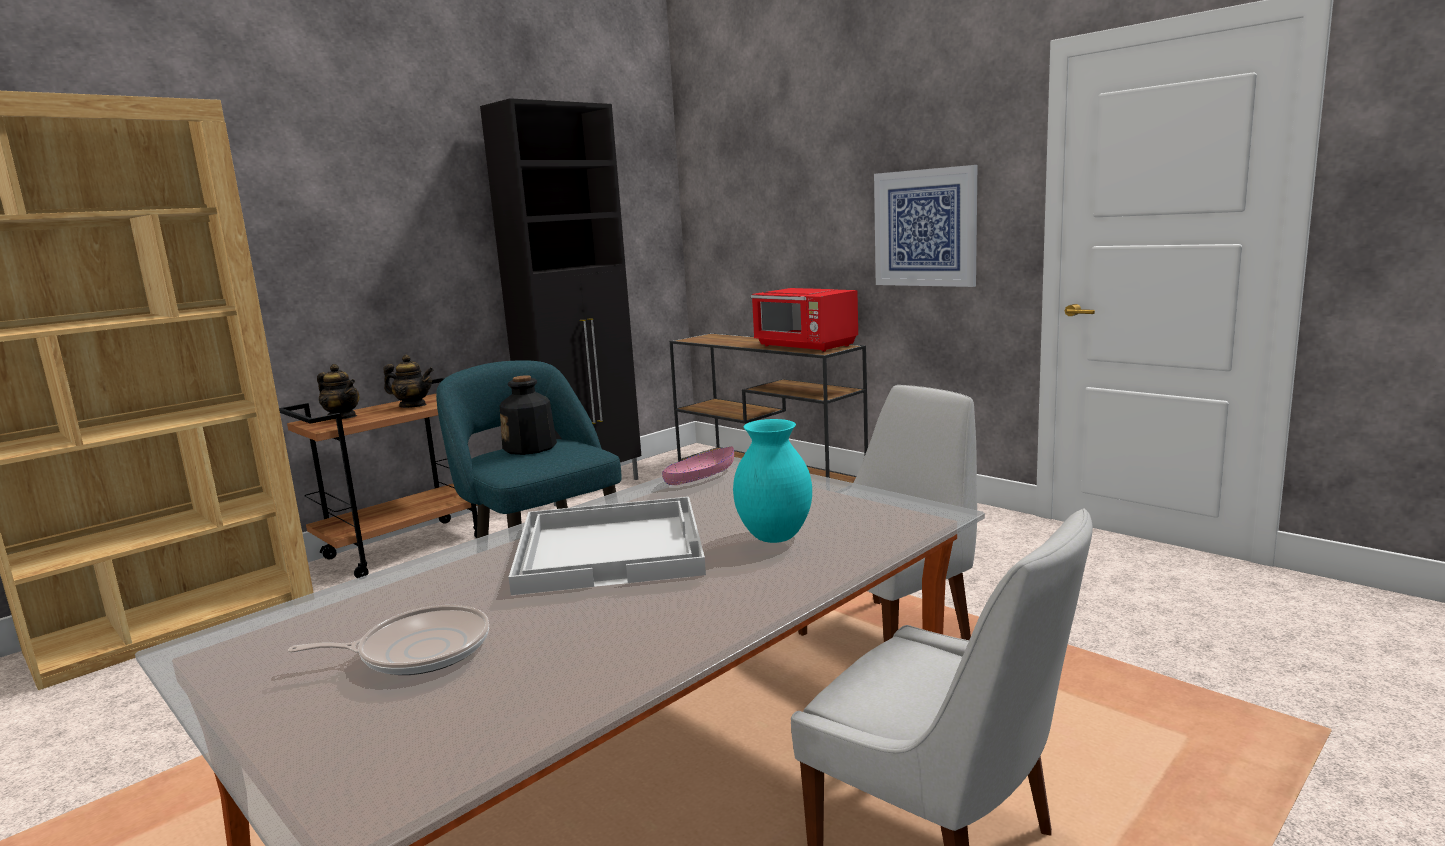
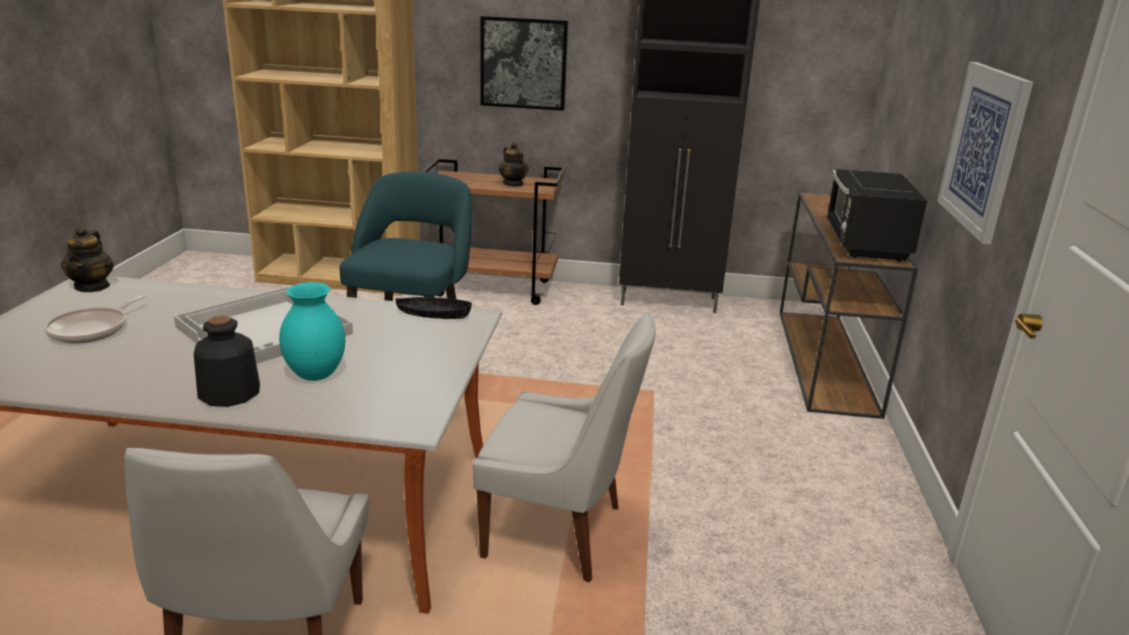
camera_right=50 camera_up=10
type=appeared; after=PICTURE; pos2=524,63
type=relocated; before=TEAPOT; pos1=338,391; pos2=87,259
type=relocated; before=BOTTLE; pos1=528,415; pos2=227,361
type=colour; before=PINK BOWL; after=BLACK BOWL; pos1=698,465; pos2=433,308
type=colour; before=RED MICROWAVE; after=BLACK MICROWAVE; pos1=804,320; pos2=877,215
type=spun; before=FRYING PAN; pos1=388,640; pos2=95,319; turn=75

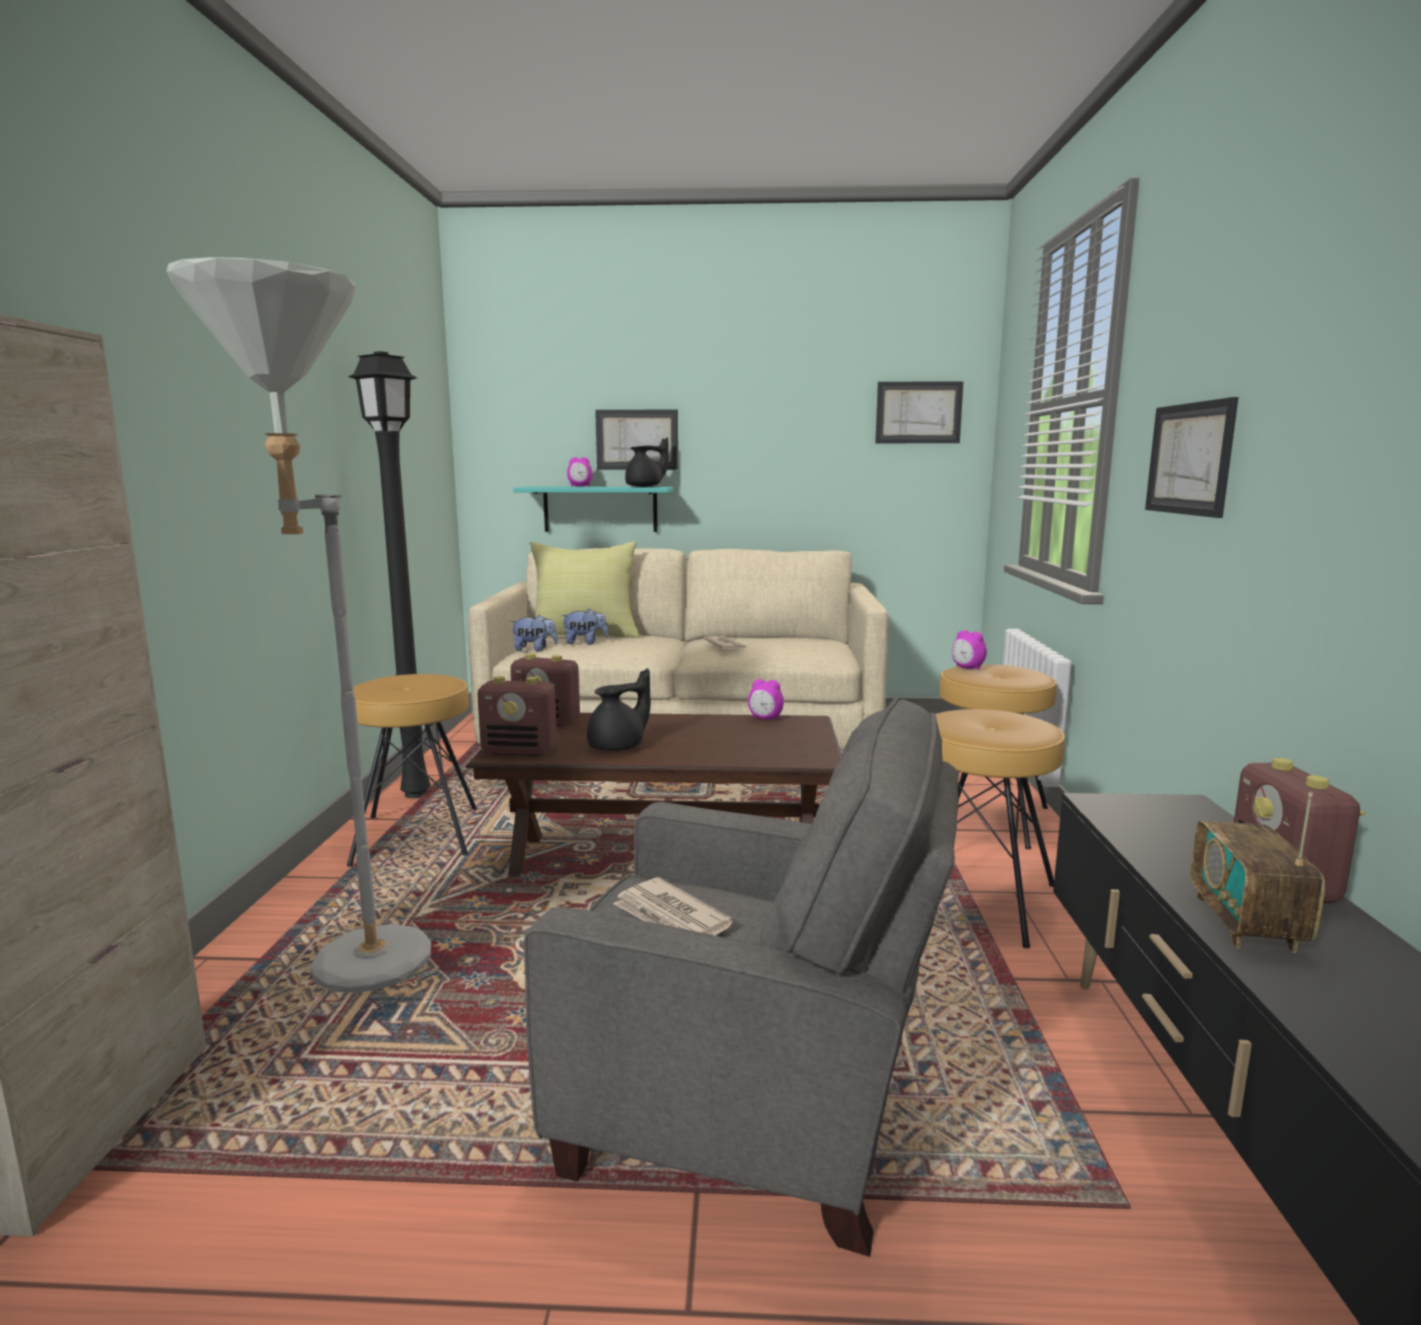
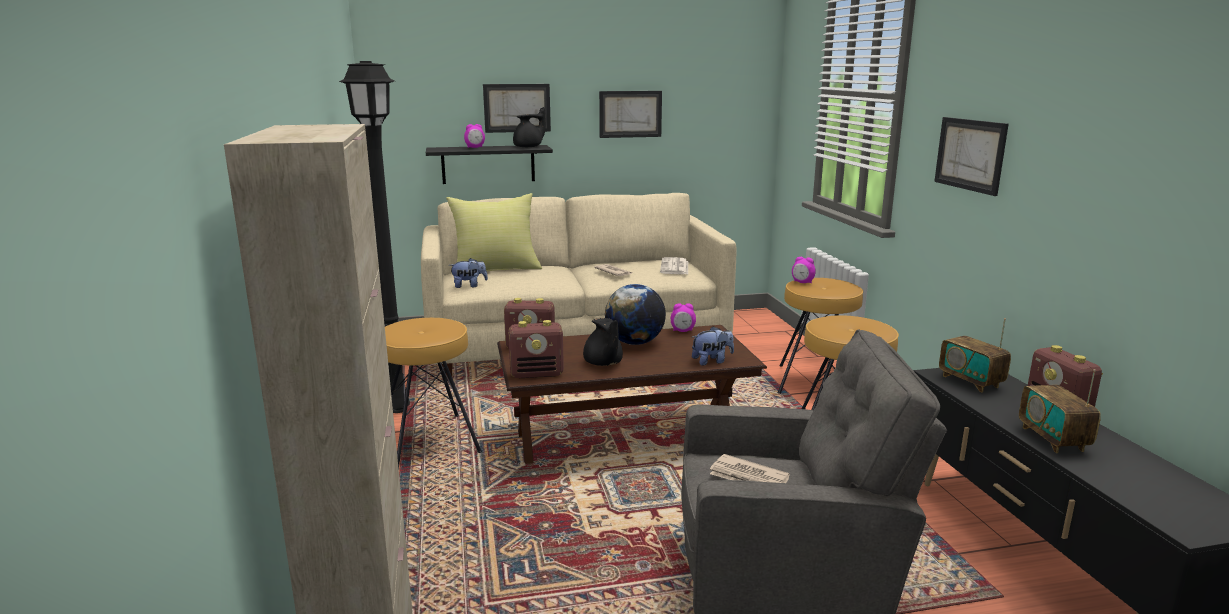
camera_right=-15 camera_up=5
type=missing; before=GREY FLOOR LAMP; pos1=298,625
type=appeared; after=GLOBE; pos2=635,314
type=appeared; after=NEWSPAPER; pos2=674,265
type=appeared; after=RADIO; pos2=975,355
type=relocated; before=PLUSH TOY; pos1=584,627; pos2=713,346
type=relocated; before=PICTURE; pos1=919,412; pos2=630,114
type=colour; before=TURQUOISE SHELF; after=BLACK SHELF; pos1=593,509; pos2=489,164
type=spun; before=BLACK TEAPOT; pos1=619,709; pos2=603,342; turn=120

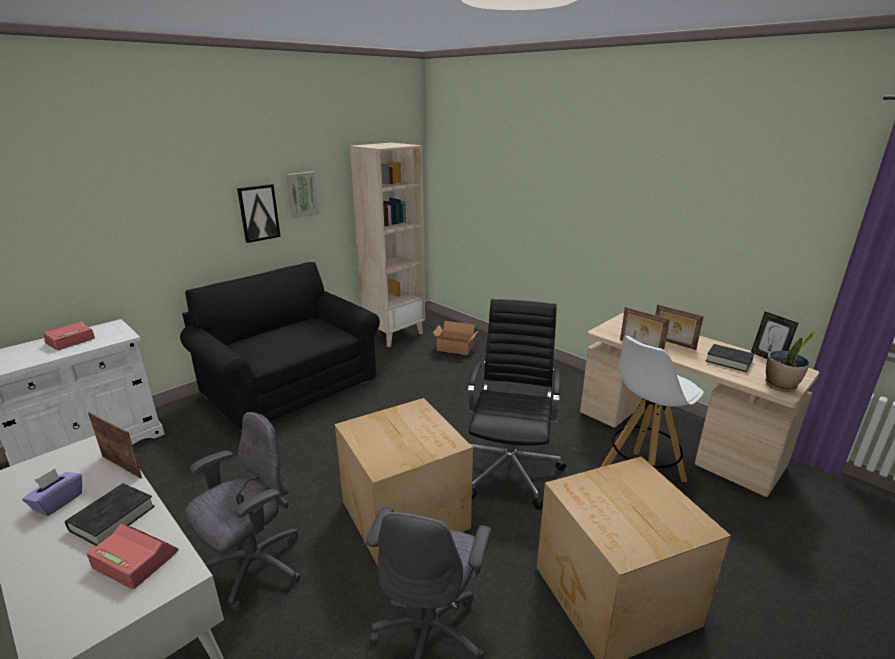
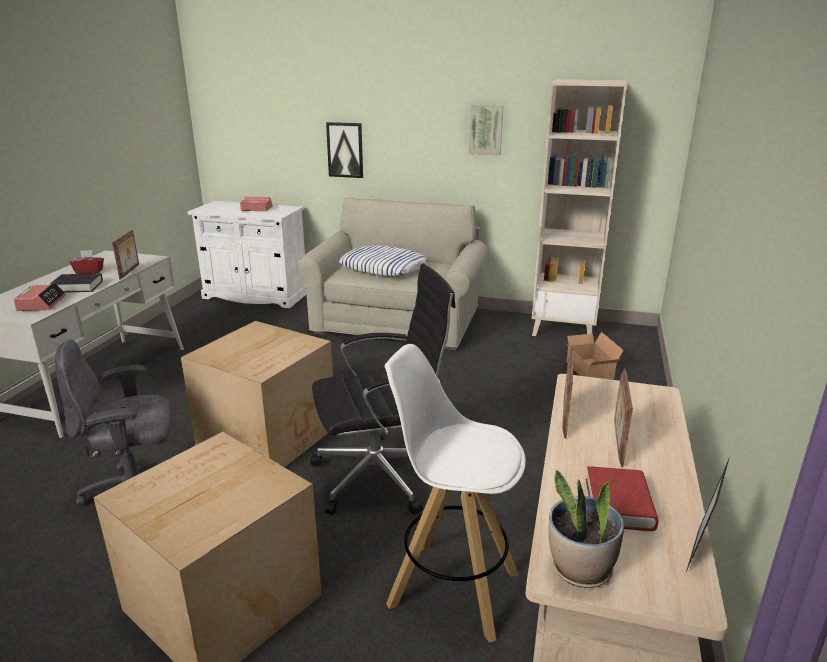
camera_right=60 camera_up=0
type=missing; before=GREY OFFICE CHAIR; pos1=243,512
type=appeared; after=PILLOW; pos2=383,261
type=relocated; before=PICTURE; pos1=259,213; pos2=344,150
type=colour; before=PURPLE TISSUE BOX; after=RED TISSUE BOX; pos1=52,492; pos2=86,262
type=colour; before=BLACK SOFA; after=BEIGE SOFA; pos1=280,347; pos2=391,274
type=colour; before=BLACK BOOK; after=RED BOOK; pos1=730,358; pos2=622,498

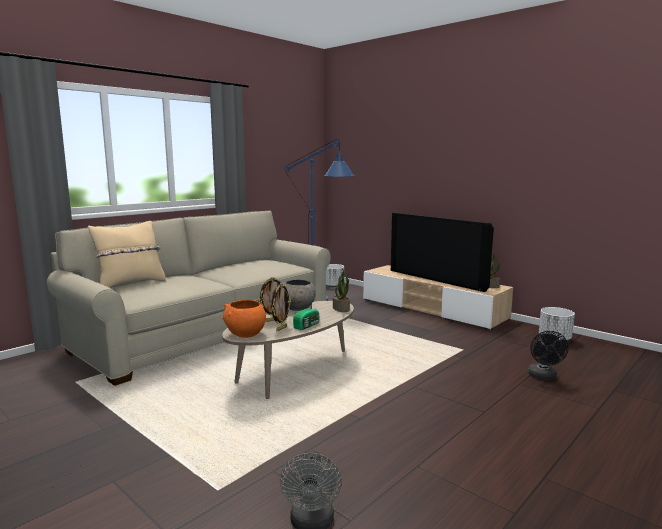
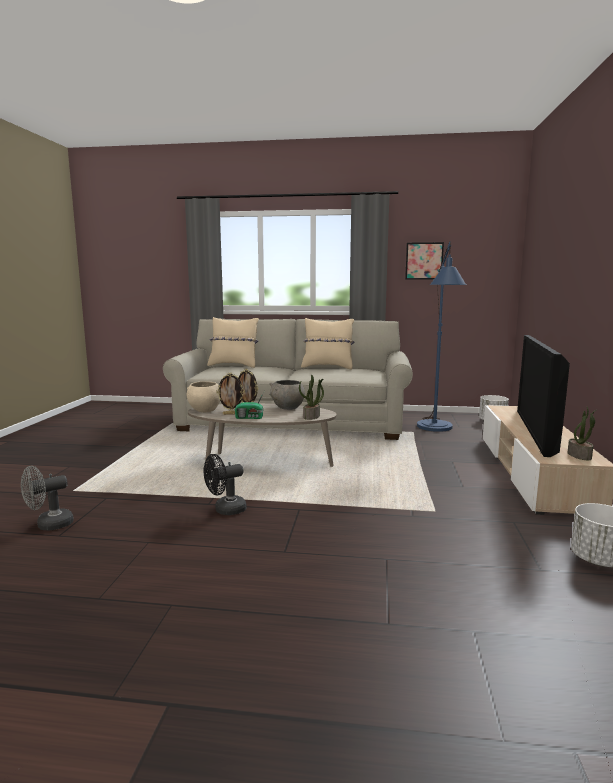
camera_right=55 camera_up=0
type=appeared; after=BEIGE PILLOW; pos2=327,344
type=appeared; after=PICTURE; pos2=424,260
type=relocated; before=BLACK FAN; pos1=548,355; pos2=225,484
type=colour; before=ORANGE BOWL; after=BEIGE BOWL; pos1=244,319; pos2=203,396

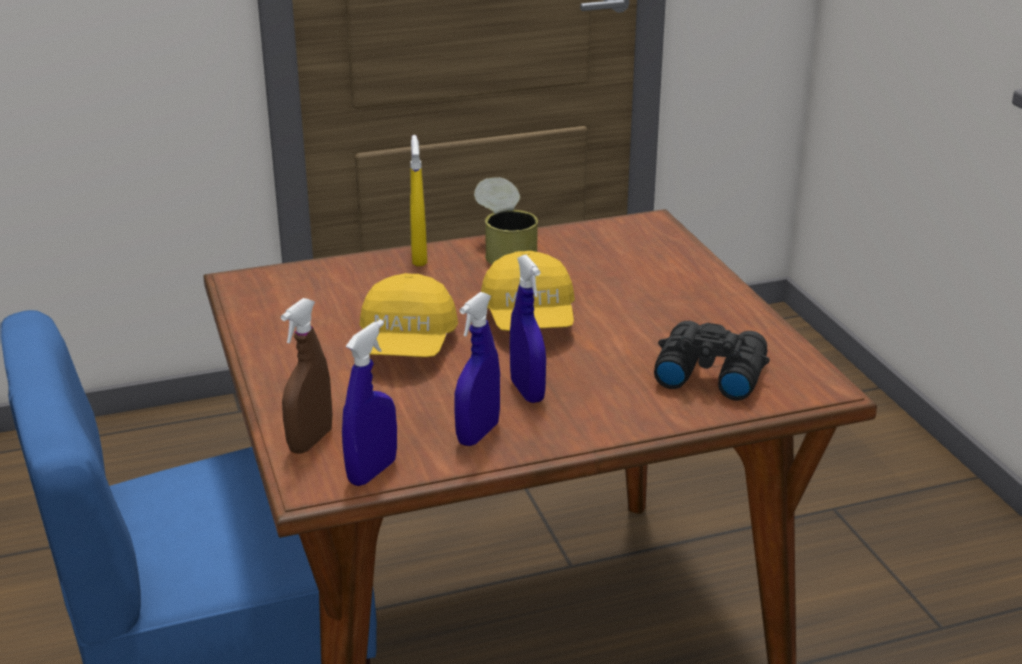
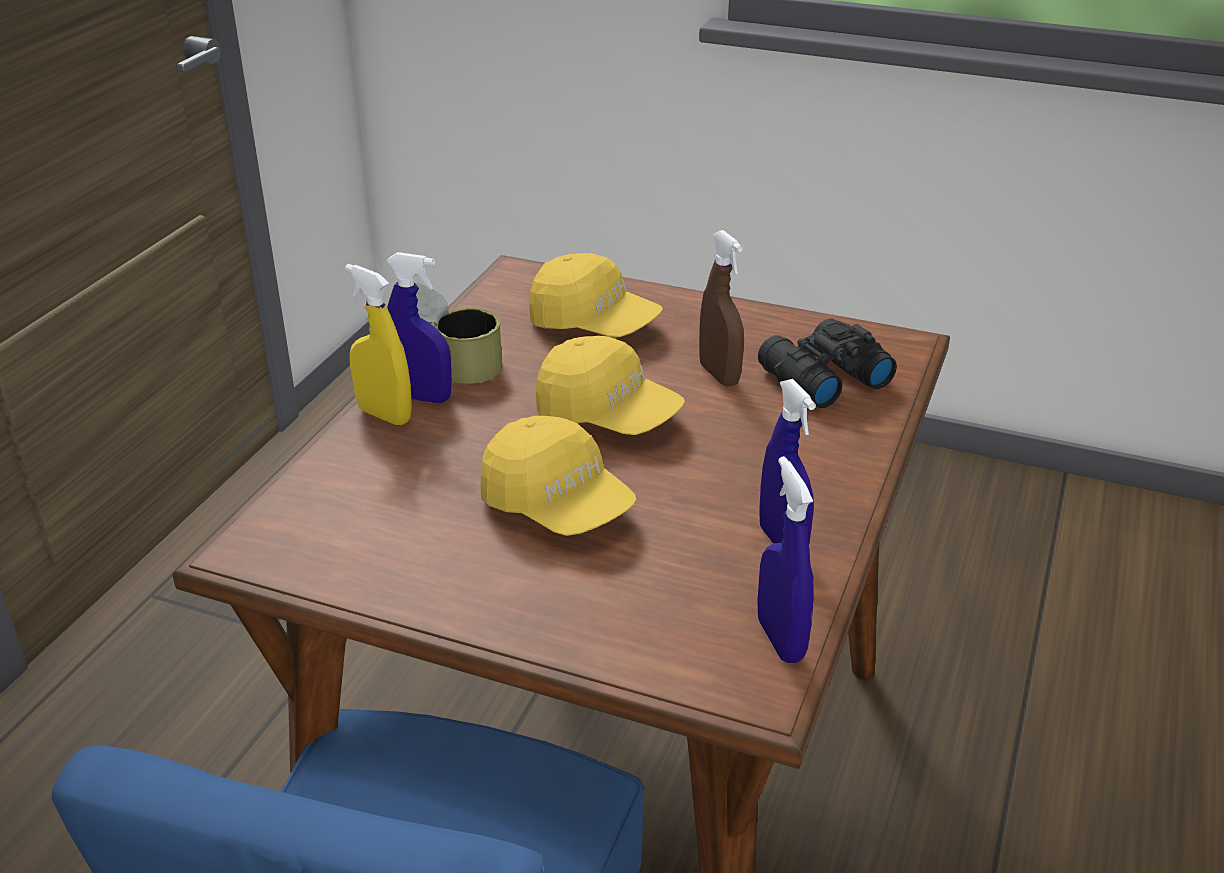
camera_right=-50 camera_up=5
type=appeared; after=YELLOW CAP; pos2=596,295
type=relocated; before=BROWN SPRAY BOTTLE; pos1=306,376; pos2=721,308
type=relocated; before=BLUE SPRAY BOTTLE; pos1=528,329; pos2=419,327

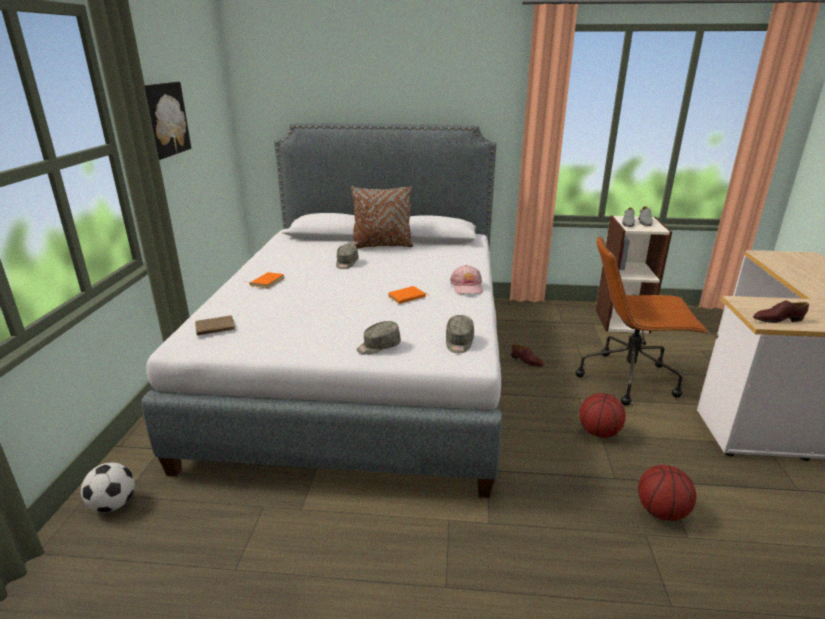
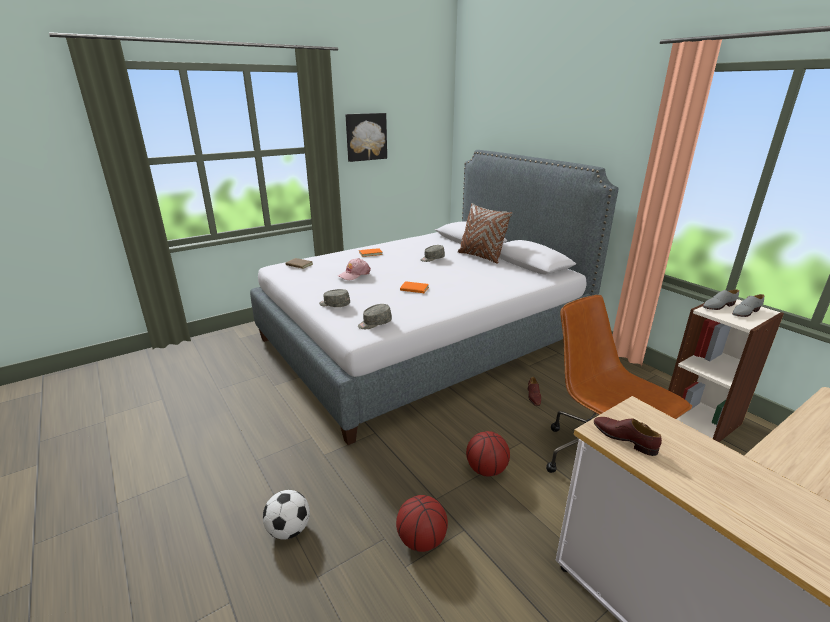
camera_right=50 camera_up=0
type=relocated; before=FOOTBALL; pos1=108,487; pos2=286,515
type=relocated; before=PINK CAP; pos1=466,279; pos2=354,269

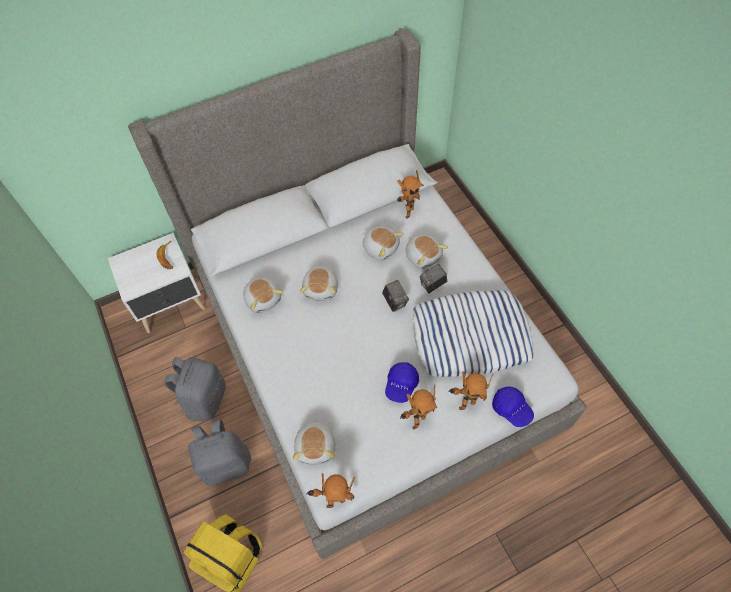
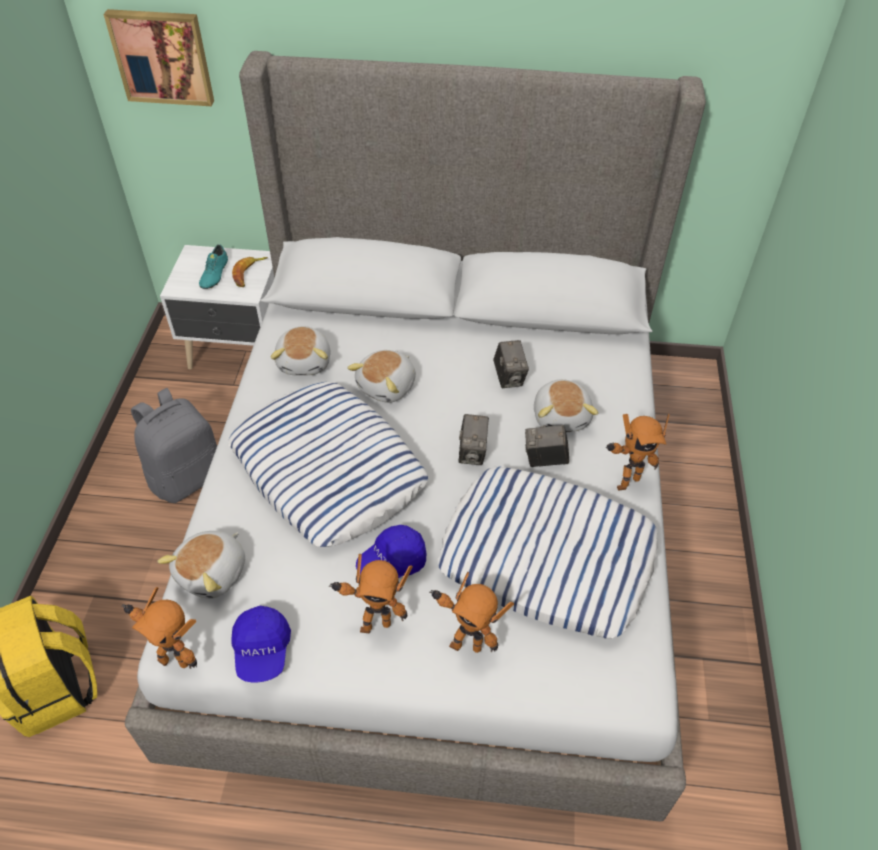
camera_right=30 camera_up=-10
type=missing; before=GREY BACKPACK; pos1=219,452
type=appeared; after=PICTURE; pos2=159,57
type=appeared; after=TURQUOISE SHOE; pos2=213,266
type=appeared; after=PILLOW; pos2=328,464
type=relocated; before=TOY ROBOT; pos1=410,194; pos2=638,452
type=relocated; before=BLUE CAP; pos1=513,406; pos2=261,644
type=exchanged; before=PLUSH TOY; after=PHOTO CAMERA; pos1=383,243; pos2=511,364

